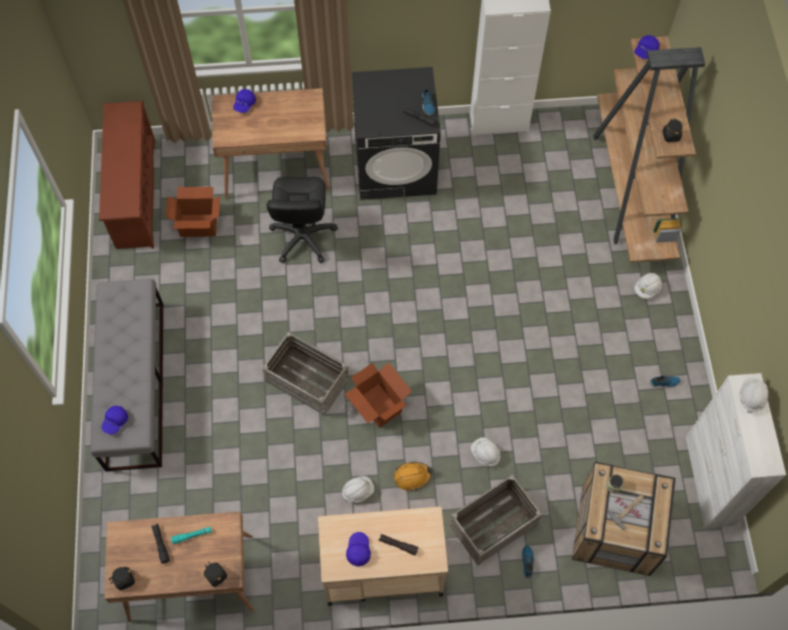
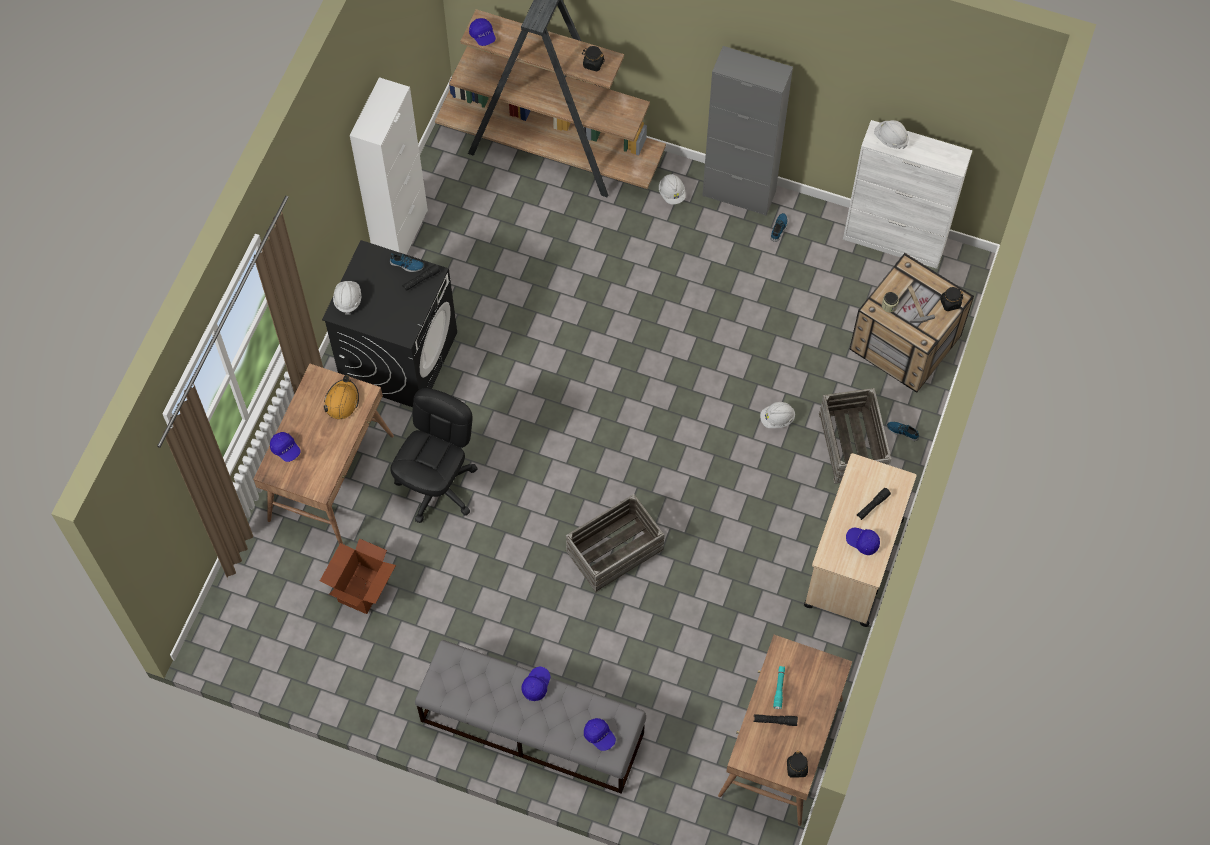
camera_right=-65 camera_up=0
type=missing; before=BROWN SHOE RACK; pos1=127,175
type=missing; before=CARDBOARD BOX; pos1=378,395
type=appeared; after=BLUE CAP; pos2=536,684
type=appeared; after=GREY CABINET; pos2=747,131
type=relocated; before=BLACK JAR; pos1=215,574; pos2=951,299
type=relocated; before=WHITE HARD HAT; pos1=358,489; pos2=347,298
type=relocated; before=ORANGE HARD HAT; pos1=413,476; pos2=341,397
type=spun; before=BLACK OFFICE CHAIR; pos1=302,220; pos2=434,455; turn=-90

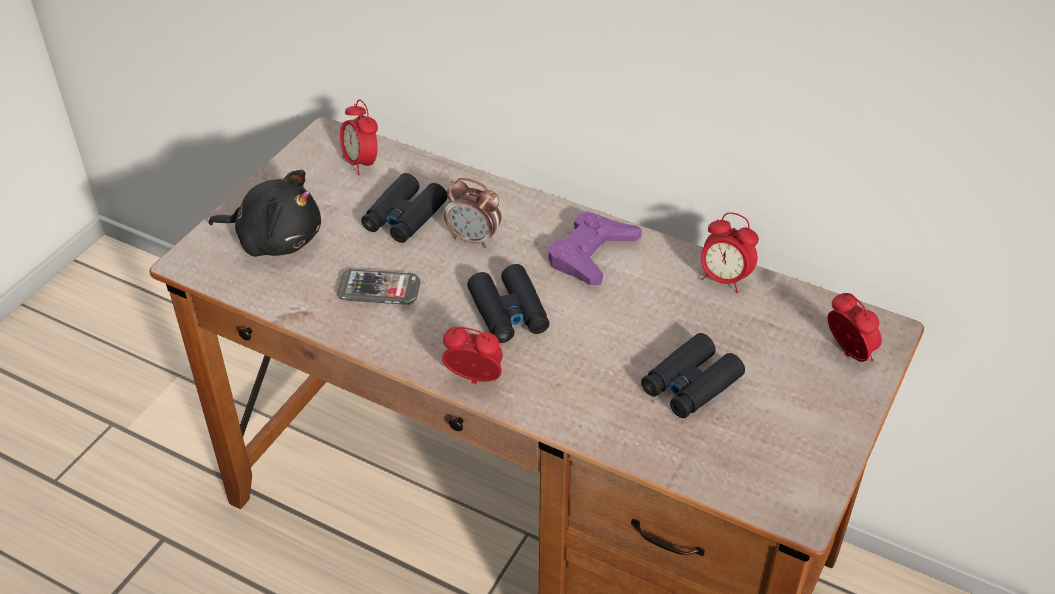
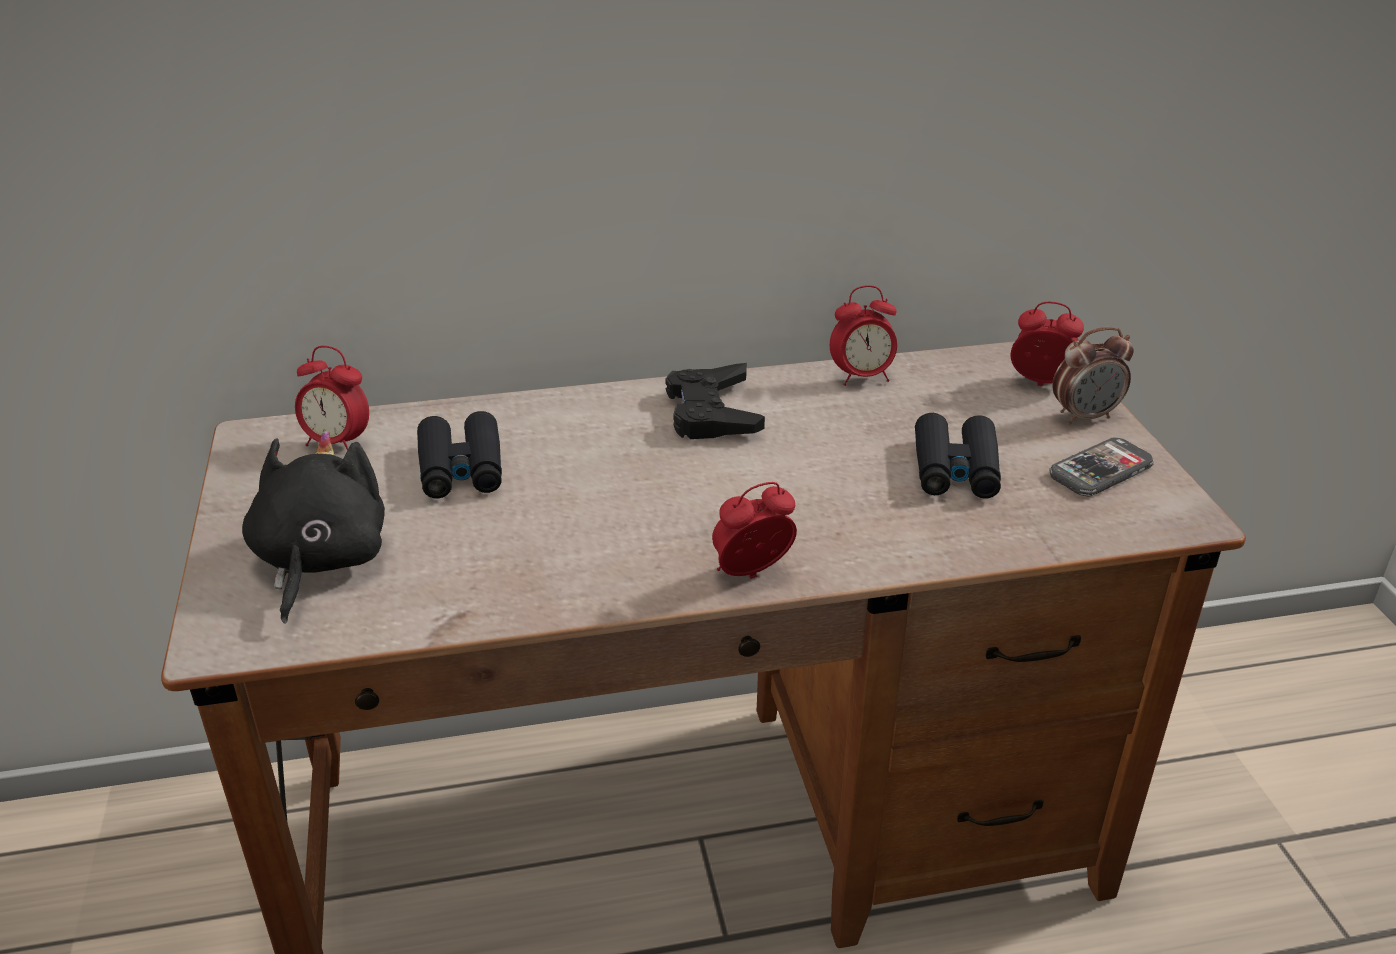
camera_right=-40 camera_up=-10
type=missing; before=BLACK BINOCULARS; pos1=508,303
type=relocated; before=PHONE; pos1=378,287; pos2=1101,467
type=relocated; before=ALARM CLOCK; pos1=473,213; pos2=1093,376
type=colour; before=PURPLE GAME CONTROLLER; after=BLACK GAME CONTROLLER; pos1=595,248; pos2=715,401
type=spun; before=BLACK PLUSH TOY; pos1=265,213; pos2=313,527; turn=-60

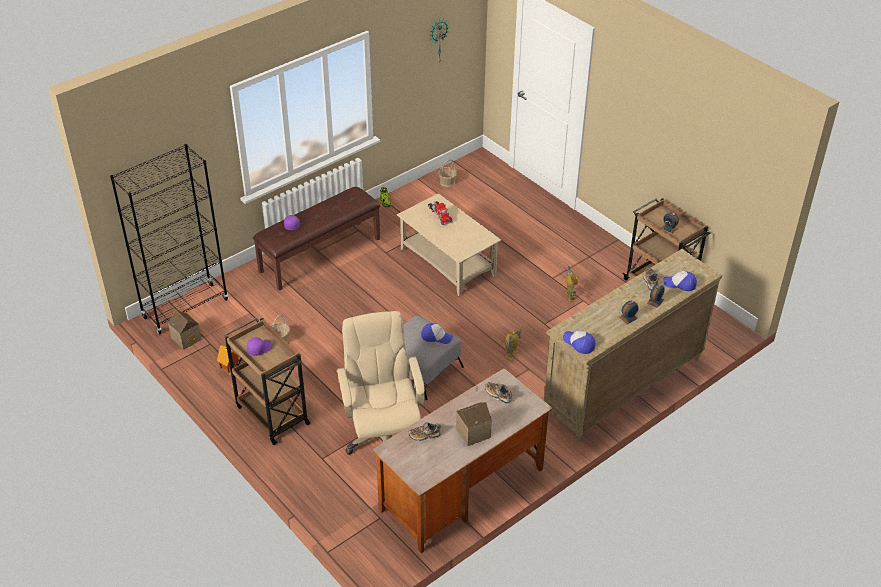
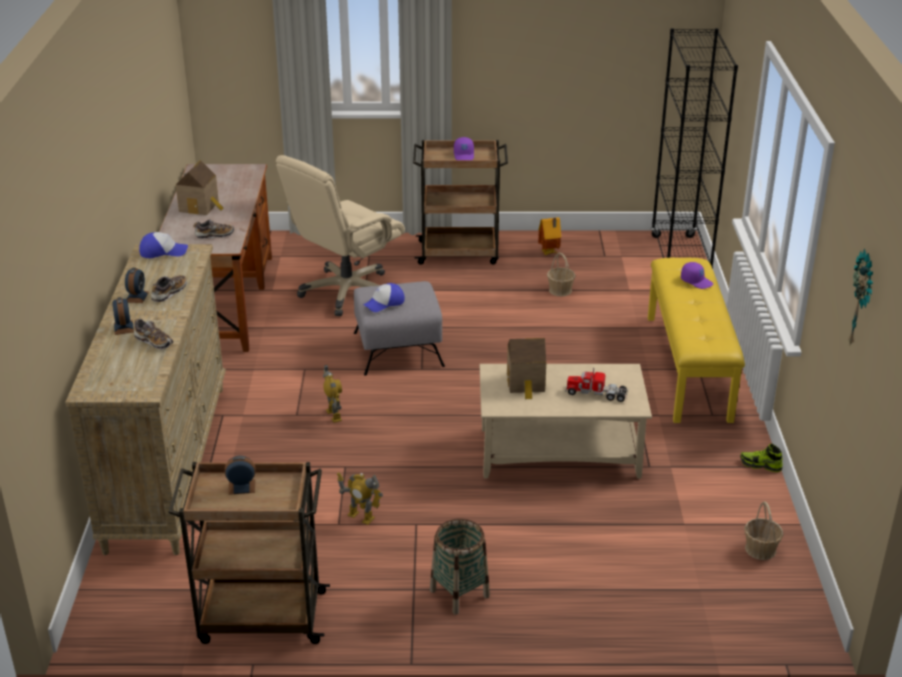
camera_right=130 camera_up=-10
type=missing; before=CAP; pos1=680,281
type=appeared; after=BASKET; pos2=460,567
type=relocated; before=TOY HOUSE; pos1=185,330; pos2=526,368
type=relocated; before=SHOE; pos1=424,431; pos2=169,288
type=colour; before=BROWN BENCH; after=YELLOW BENCH; pos1=316,239; pos2=696,340
type=spun; before=BEIGE OFFICE CHAIR; pos1=381,383; pos2=340,235; turn=105

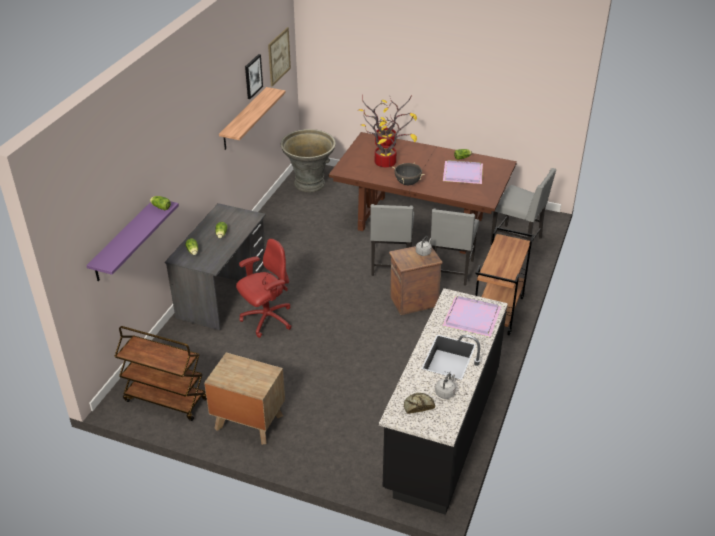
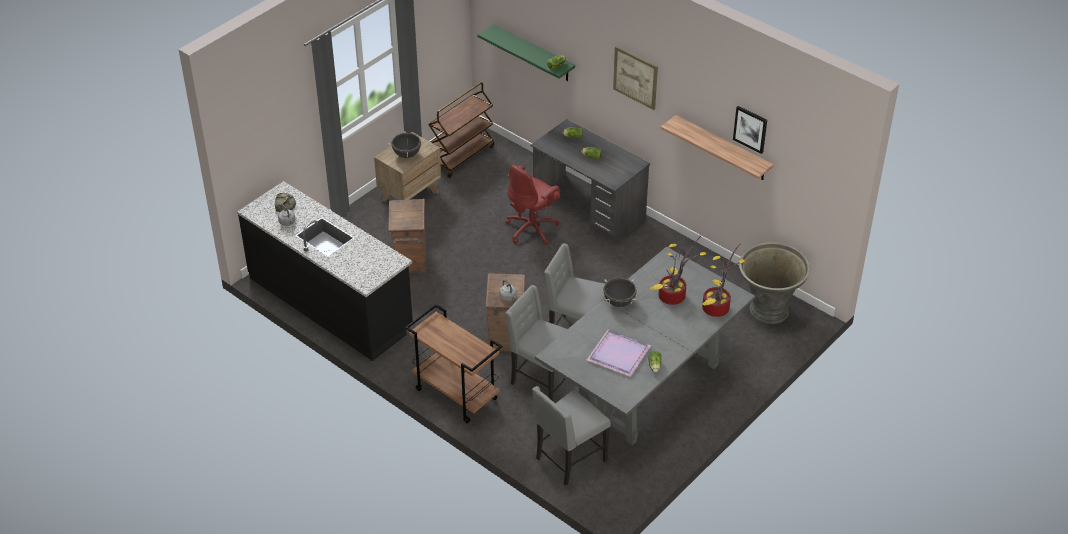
camera_right=110 camera_up=5
type=missing; before=PURPLE TRAY; pos1=472,316
type=appeared; after=BLACK COOKING POT; pos2=406,144
type=appeared; after=CRATE; pos2=407,236
type=relocated; before=PICTURE; pos1=279,57; pos2=635,78
type=colour; before=PURPLE SHELF; after=GREEN SHELF; pos1=132,241; pos2=526,52
type=colour; before=BROWN DINING TABLE; after=GREY DINING TABLE; pos1=423,193; pos2=645,345
type=spun; before=RED OFFICE CHAIR; pos1=263,288; pos2=532,205; turn=60

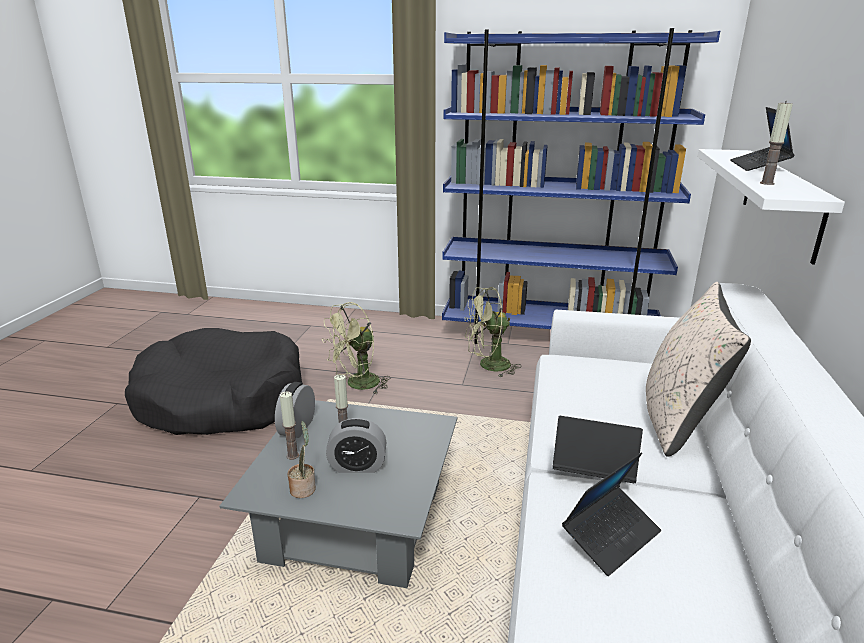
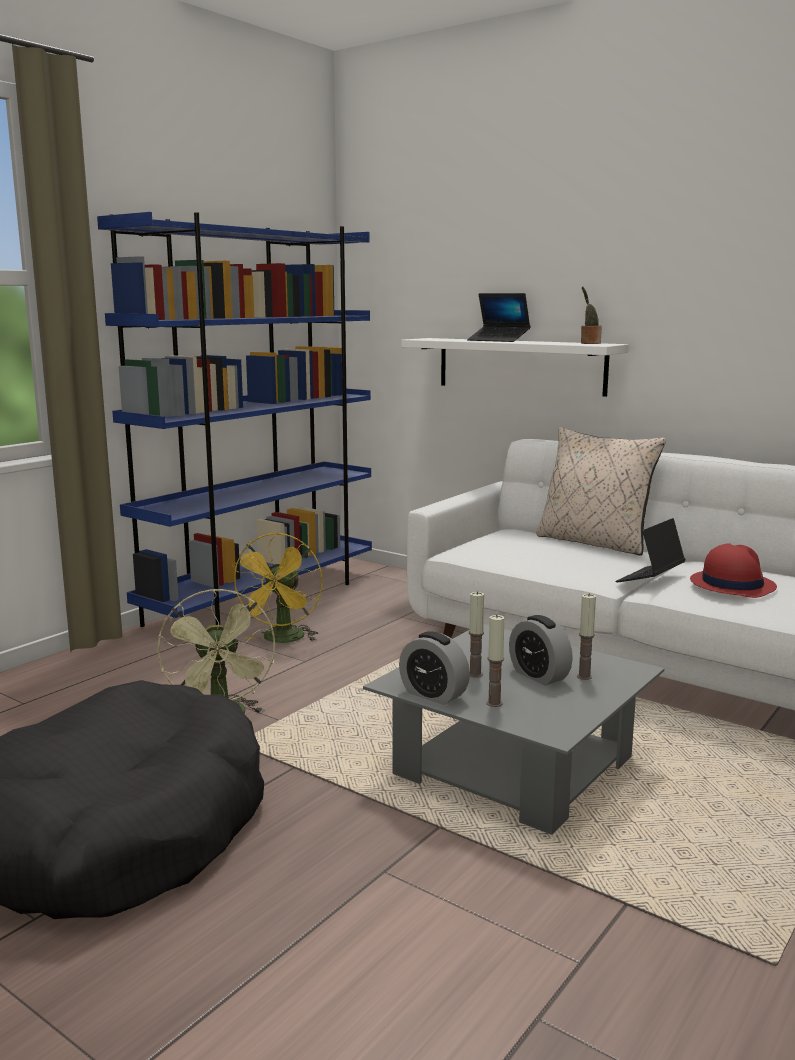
camera_right=-65 camera_up=-10
type=relocated; before=POTTED PLANT; pos1=302,459; pos2=591,315
type=relocated; before=CANDLE; pos1=776,143; pos2=586,636
type=exchanged; before=LAPTOP; after=RED HAT; pos1=611,514; pos2=733,570
type=colour; before=GREEN FAN; after=YELLOW FAN; pos1=493,332; pos2=276,588
type=spun; before=ALARM CLOCK; pos1=356,445; pos2=541,650; turn=120

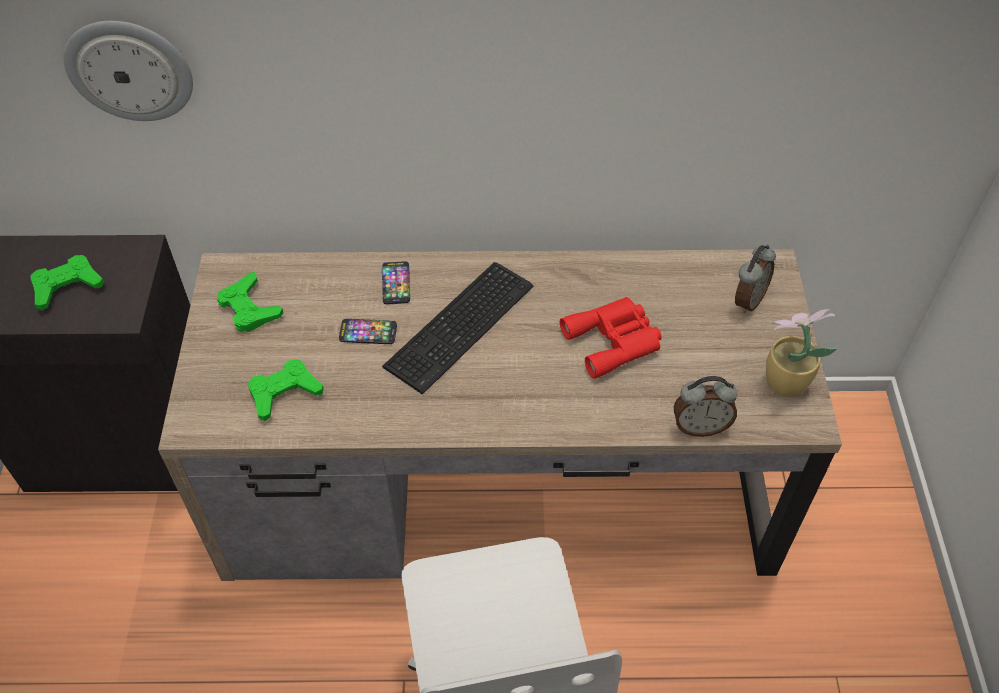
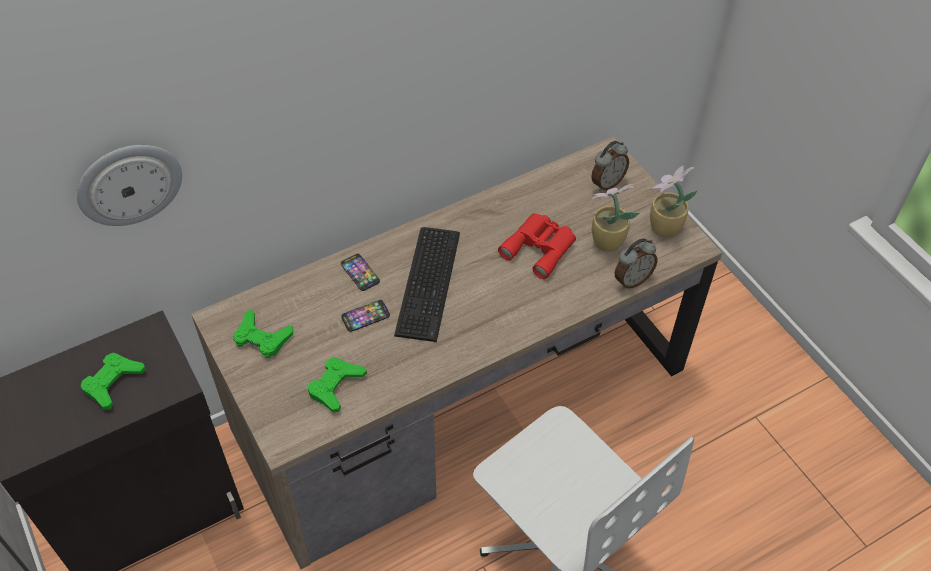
camera_right=-30 camera_up=0
type=appeared; after=POTTED PLANT; pos2=616,218
type=spun; before=ALARM CLOCK; pos1=755,279; pos2=610,166; turn=45

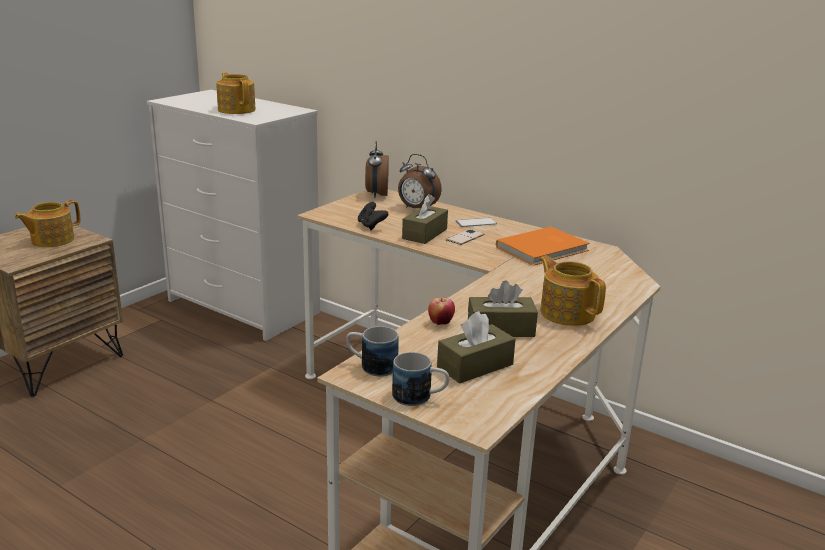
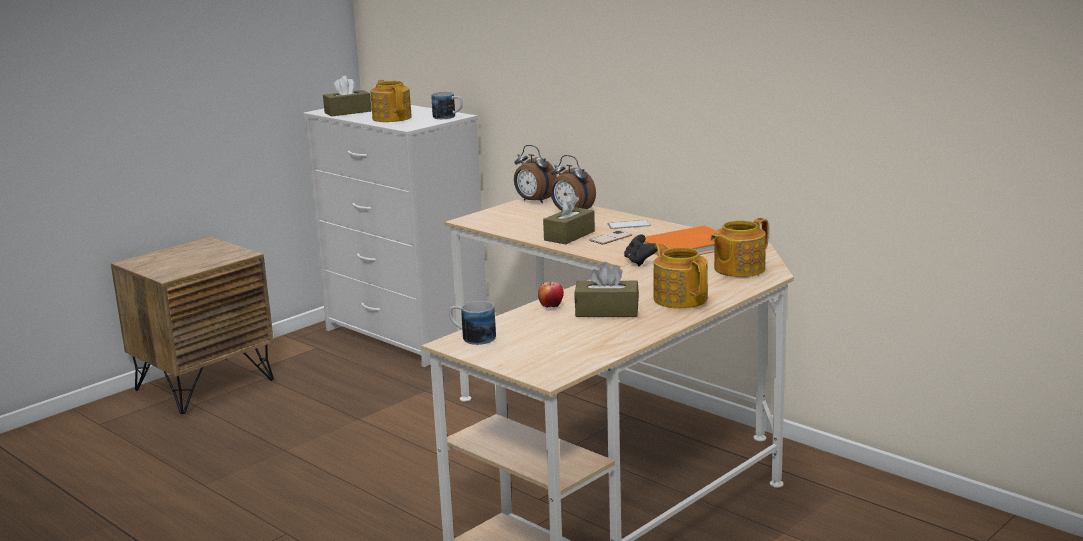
camera_right=10 camera_up=-5
type=relocated; before=TEAPOT; pos1=47,223; pos2=739,247
type=relocated; before=BLACK GAME CONTROLLER; pos1=373,216; pos2=641,250
type=relocated; before=MUG; pos1=420,379; pos2=447,105
type=relocated; before=BROWN TISSUE BOX; pos1=476,347; pos2=347,96
type=spun; before=ALARM CLOCK; pos1=377,169; pos2=535,174; turn=-60

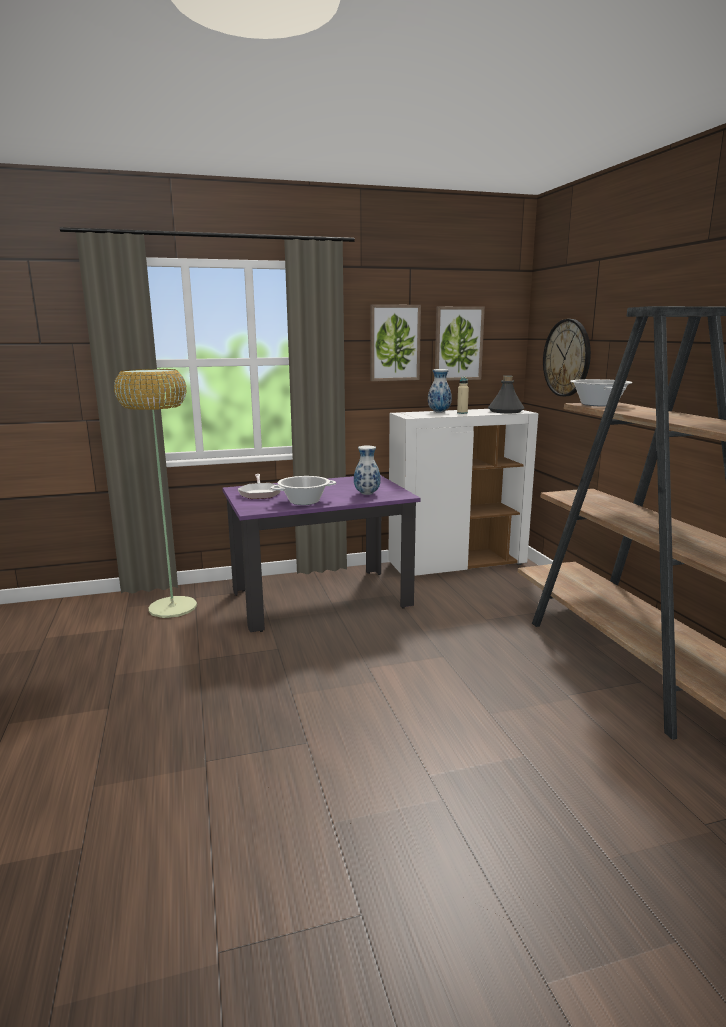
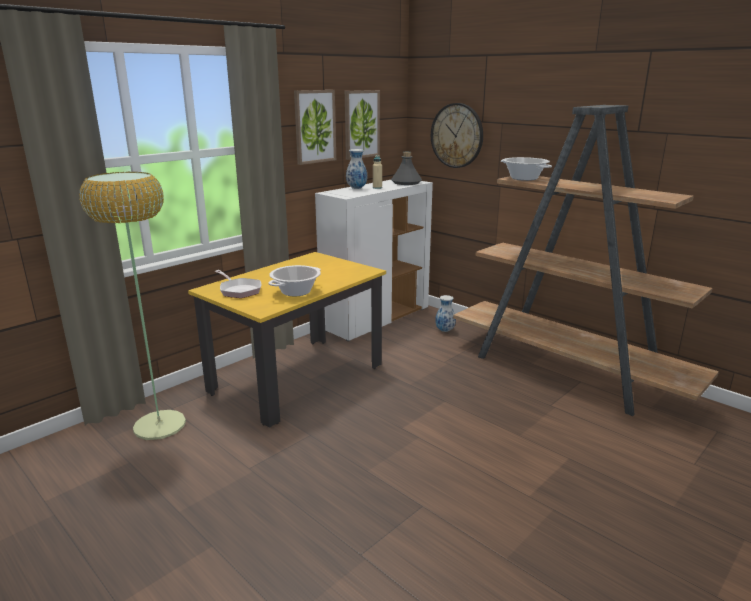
camera_right=-30 camera_up=5
type=relocated; before=VASE; pos1=367,470; pos2=445,313
type=colour; before=PURPLE DINING TABLE; after=YELLOW DINING TABLE; pos1=321,553; pos2=287,340

